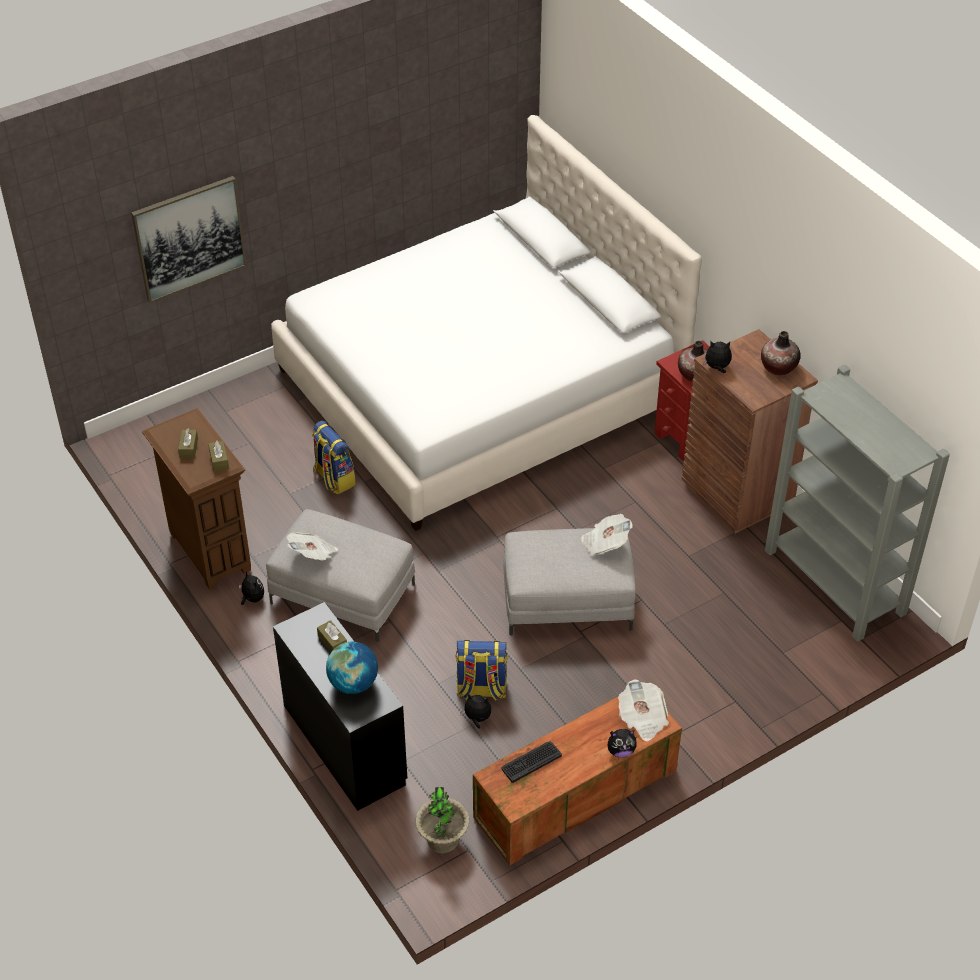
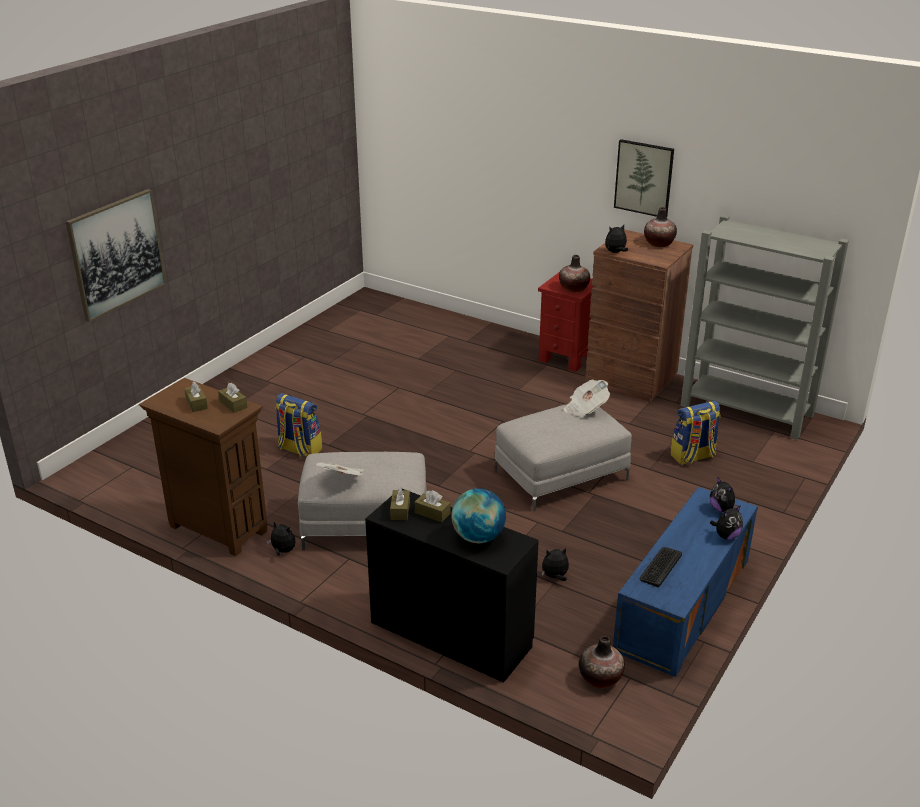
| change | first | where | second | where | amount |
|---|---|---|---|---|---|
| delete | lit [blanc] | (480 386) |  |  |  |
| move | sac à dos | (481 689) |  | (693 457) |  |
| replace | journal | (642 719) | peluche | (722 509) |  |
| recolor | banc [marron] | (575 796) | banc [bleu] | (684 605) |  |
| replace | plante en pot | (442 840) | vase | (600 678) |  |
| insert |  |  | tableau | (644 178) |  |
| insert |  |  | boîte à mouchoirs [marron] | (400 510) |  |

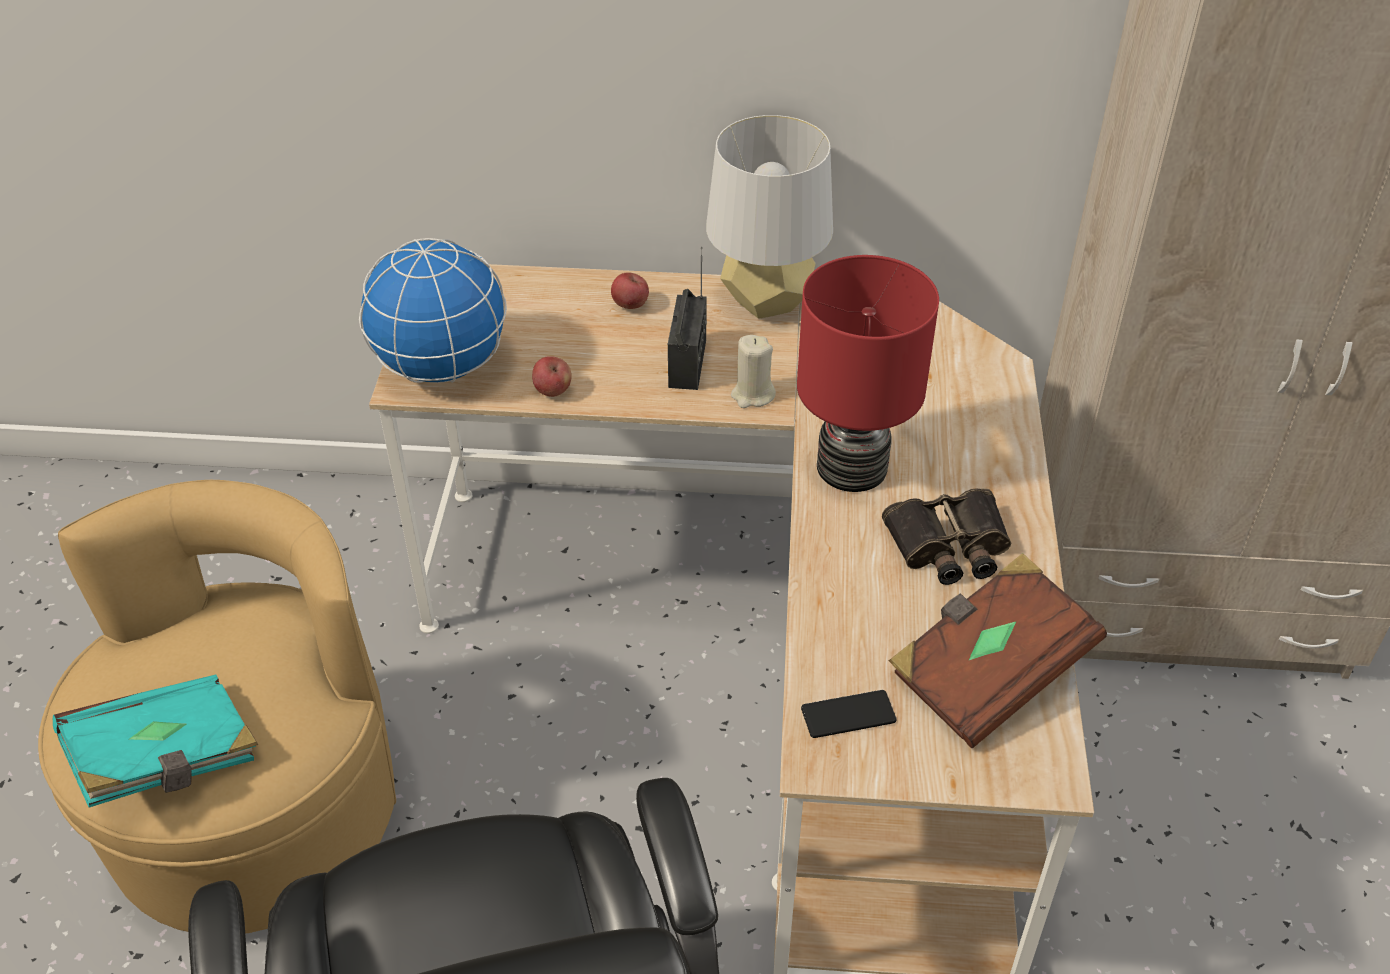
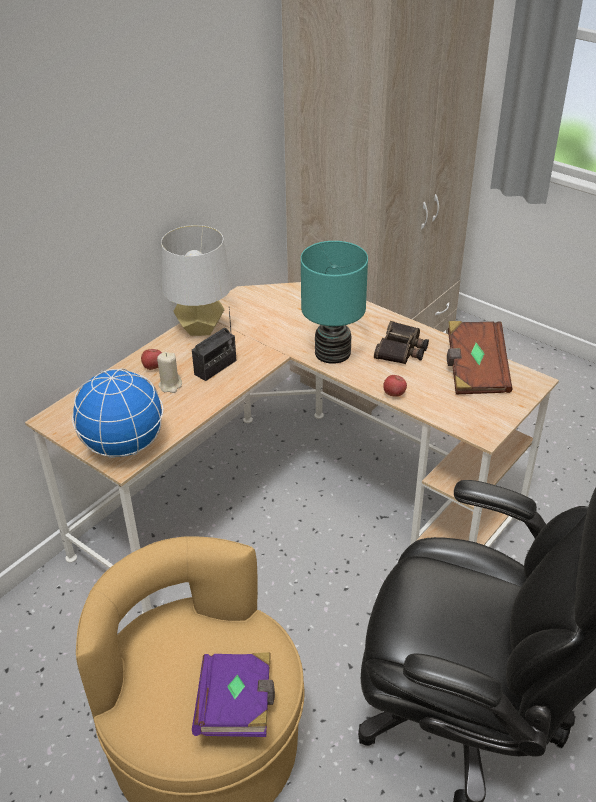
| change | first | where | second | where | amount |
|---|---|---|---|---|---|
| rotate | radio | (688 363) |  | (215 367) | 90 degrees clockwise |
| recolor | lampe de table [rouge] | (851 467) | lampe de table [turquoise] | (332 353) |  |
| move | bougie [beige] | (752 395) |  | (170 385) |  |
| move | pomme | (552 391) |  | (394 394) |  |
| recolor | livre [turquoise] | (166 761) | livre [violet] | (237 706) |  |
| delete | téléphone | (848 715) |  |  |  |

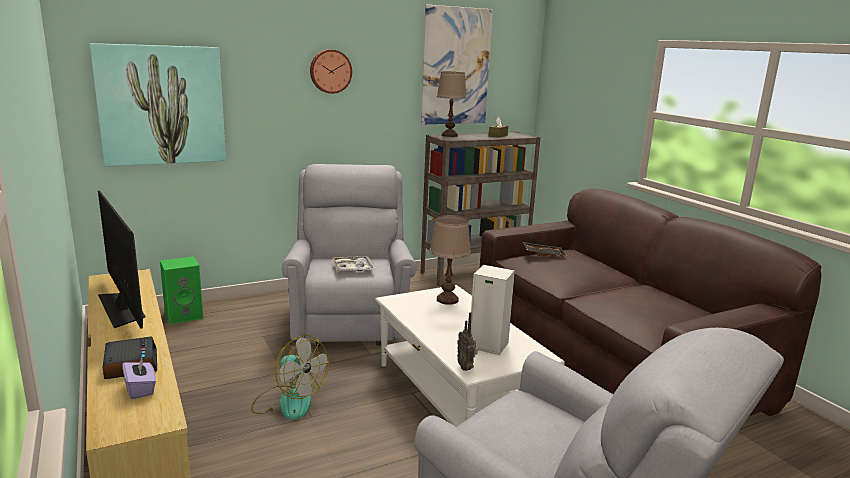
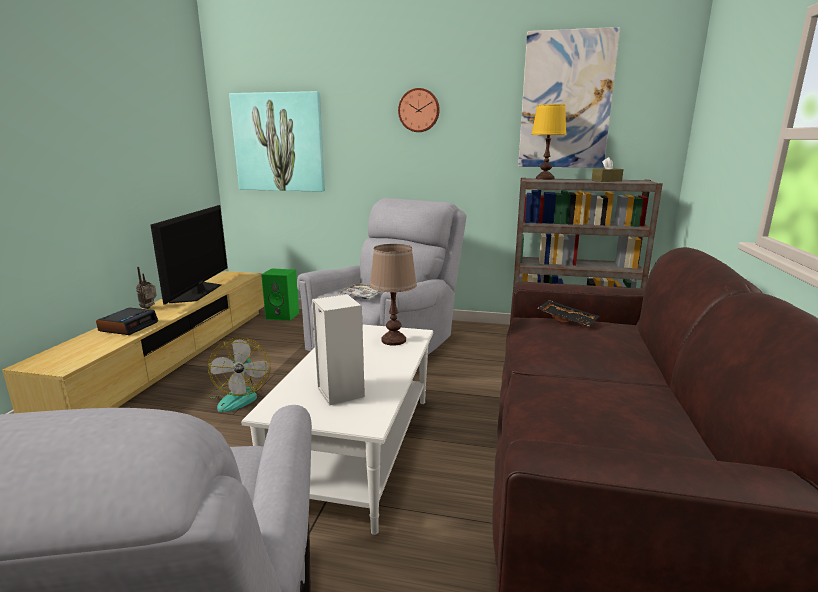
| change | first | where | second | where | amount |
|---|---|---|---|---|---|
| recolor | lampe de table [marron] | (449 135) | lampe de table [jaune] | (545 179) |  |
| move | radio | (466 367) |  | (150 308) |  |
| delete | boîte à mouchoirs [violet] | (141 389) |  |  |  |

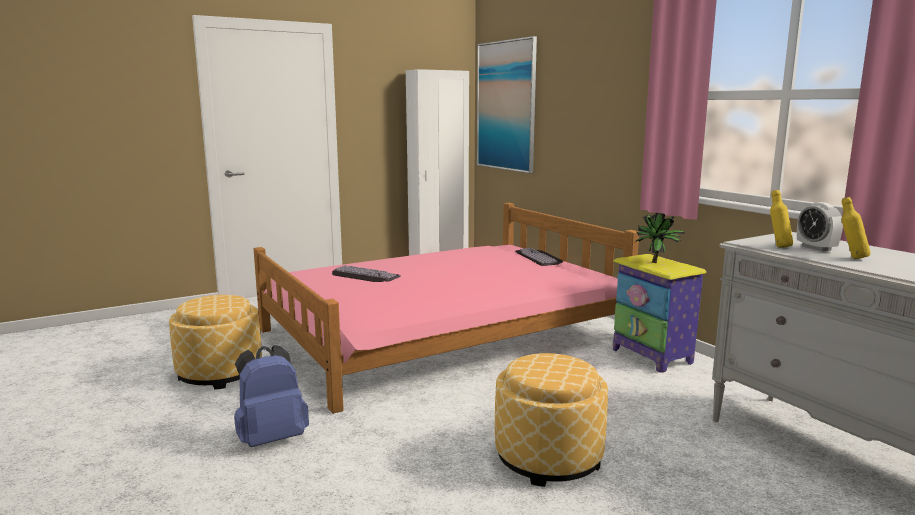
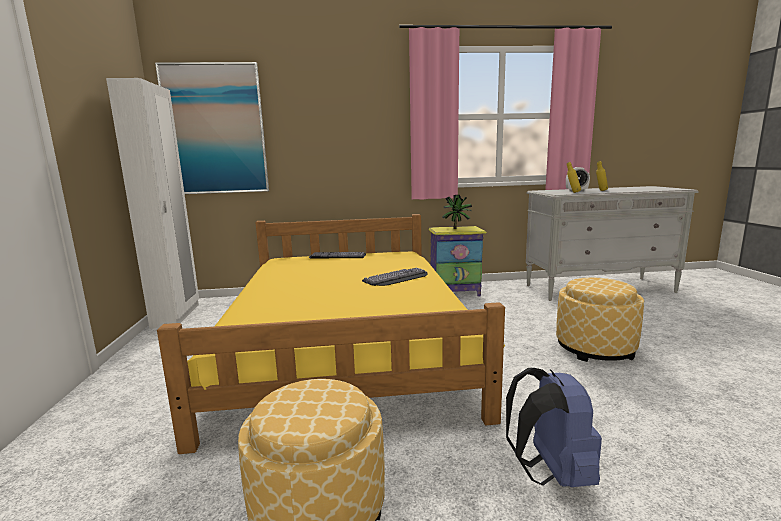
| change | first | where | second | where | amount |
|---|---|---|---|---|---|
| recolor | lit [rose] | (442 334) | lit [jaune] | (345 342) |  |
| move | clavier | (362 275) |  | (397 278) |  |

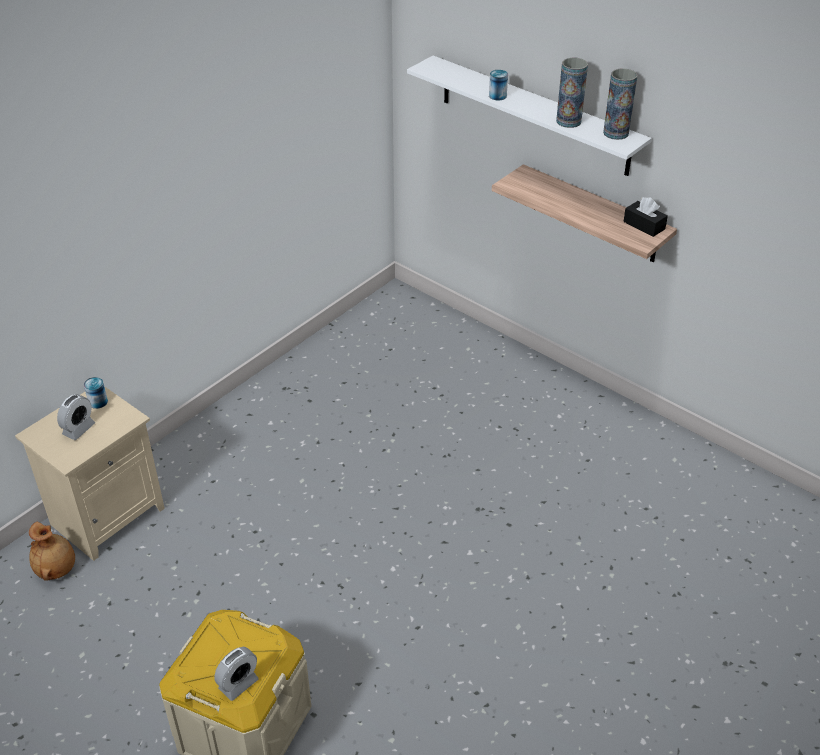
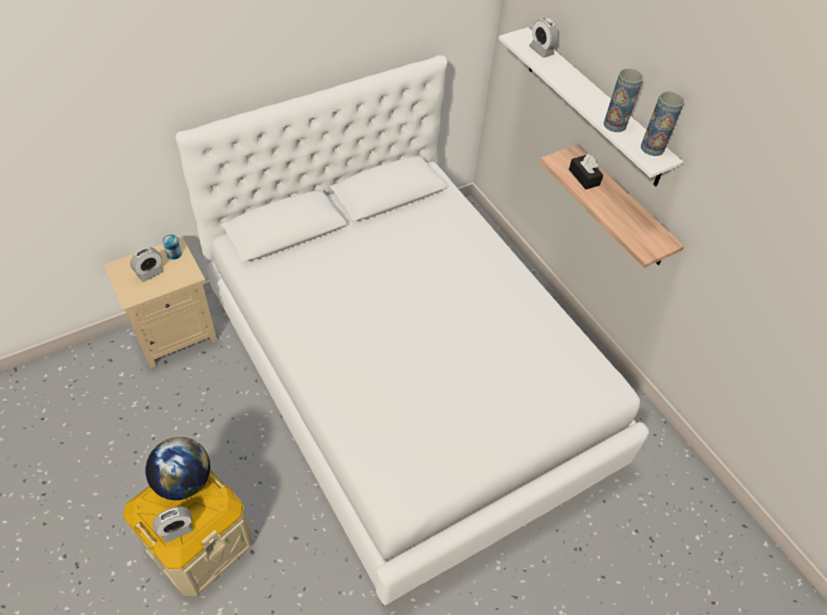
| change | first | where | second | where | amount |
|---|---|---|---|---|---|
| delete | boîte métallique | (497 96) |  |  |  |
| move | boîte à mouchoirs [noir] | (644 225) |  | (584 177) |  |
| delete | vase [marron] | (57 569) |  |  |  |
| insert |  |  | réveil | (541 50) |  |
| insert |  |  | lit [blanc] | (406 376) |  |
| insert |  |  | globe | (183 481) |  |

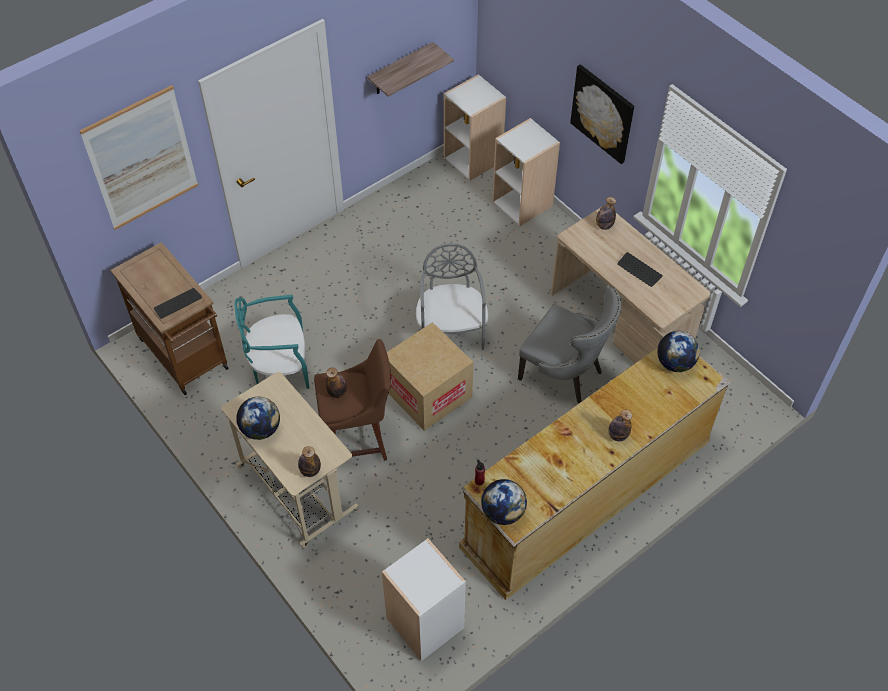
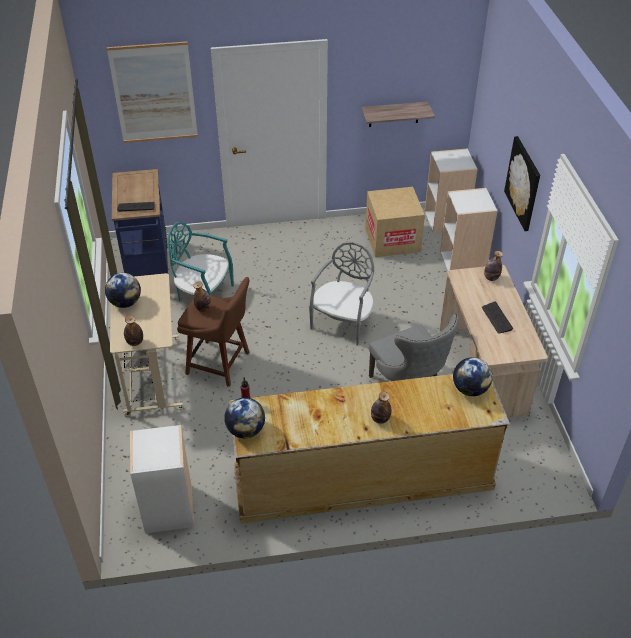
| change | first | where | second | where | amount |
|---|---|---|---|---|---|
| recolor | chariot [marron] | (185 356) | chariot [bleu] | (147 264) |  |
| move | carton | (428 393) |  | (392 240) |  |

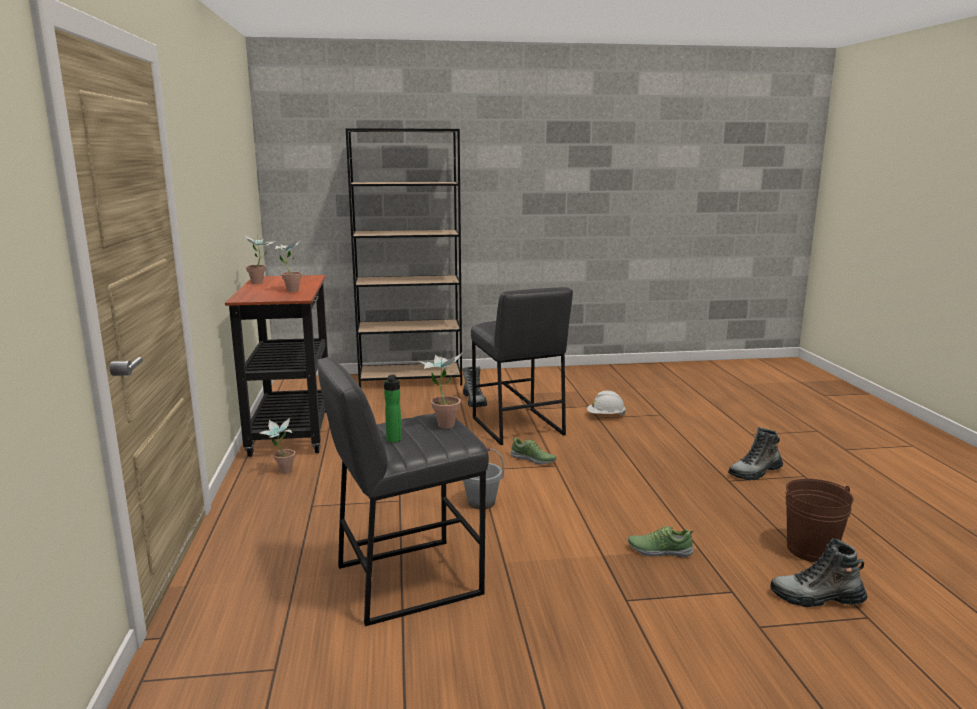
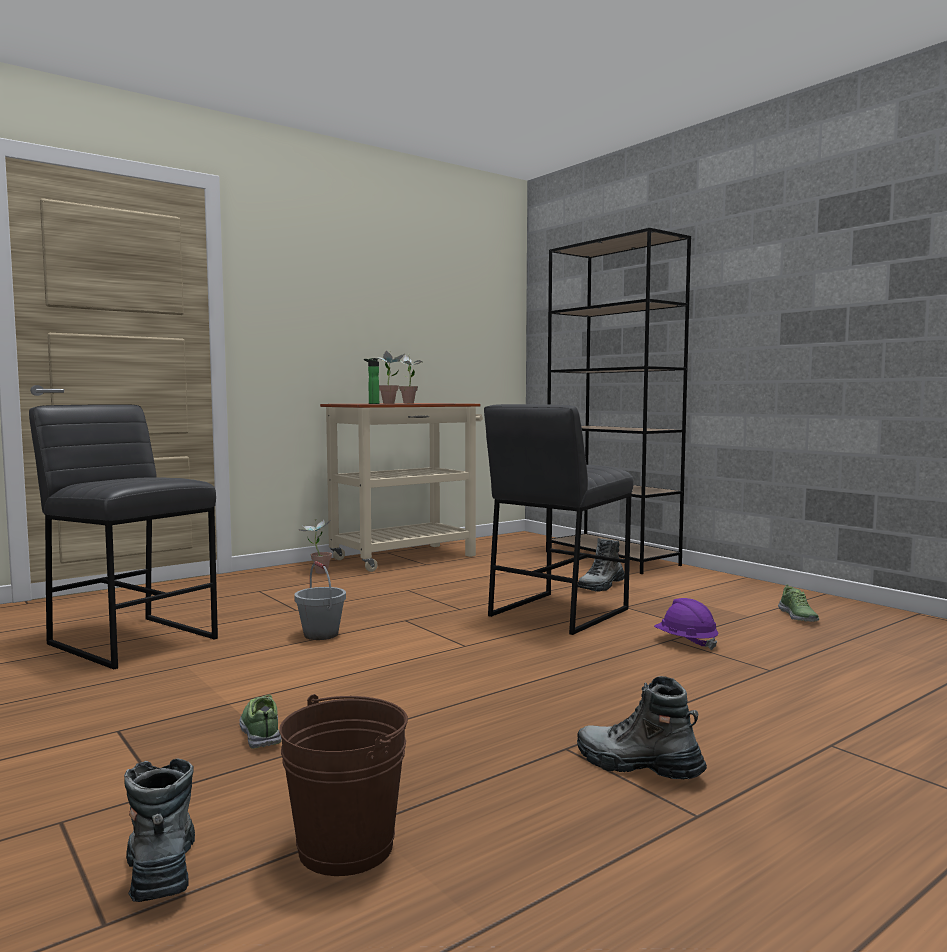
| change | first | where | second | where | amount |
|---|---|---|---|---|---|
| recolor | chariot [noir] | (292 432) | chariot [beige] | (406 557) |  |
| delete | plante en pot | (443 423) |  |  |  |
| move | bouteille | (393 440) |  | (372 403) |  |
| recolor | casque de chantier [blanc] | (605 416) | casque de chantier [violet] | (685 642) |  |
| move | chaussure | (533 460) |  | (798 616) |  |

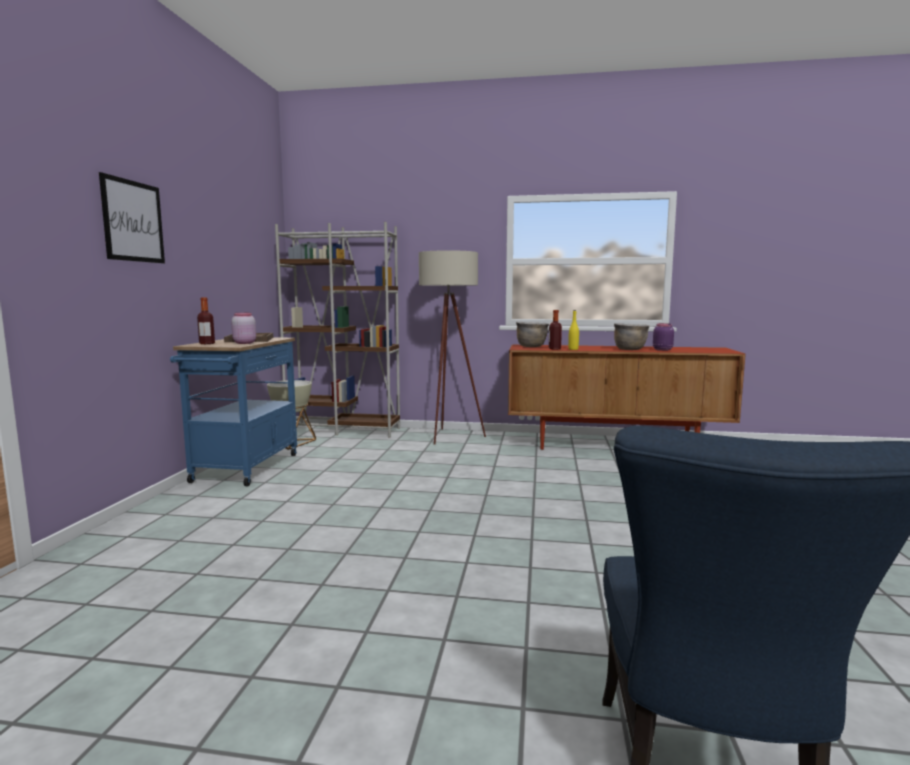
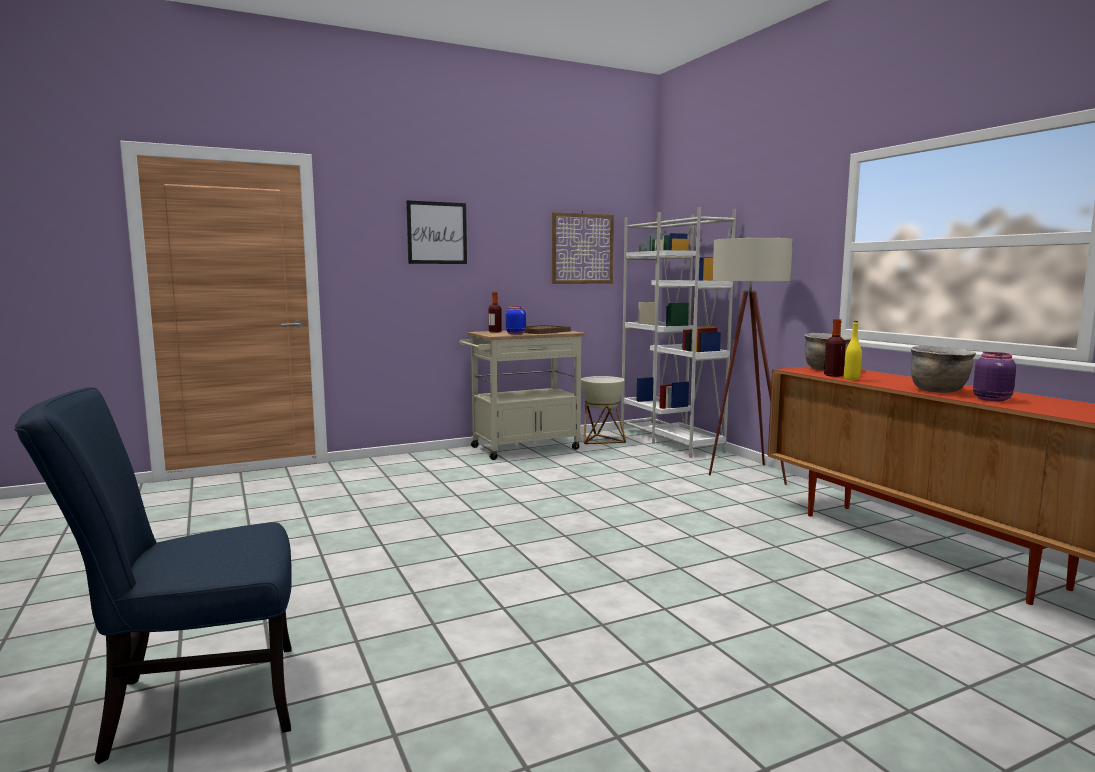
| change | first | where | second | where | amount |
|---|---|---|---|---|---|
| recolor | bibliothèque [marron] | (344 430) | bibliothèque [blanc] | (670 441) |  |
| recolor | bocal [rose] | (244 343) | bocal [bleu] | (515 334) |  |
| recolor | chariot [bleu] | (244 469) | chariot [beige] | (522 449) |  |
| insert |  |  | tableau | (582 247) |  |

